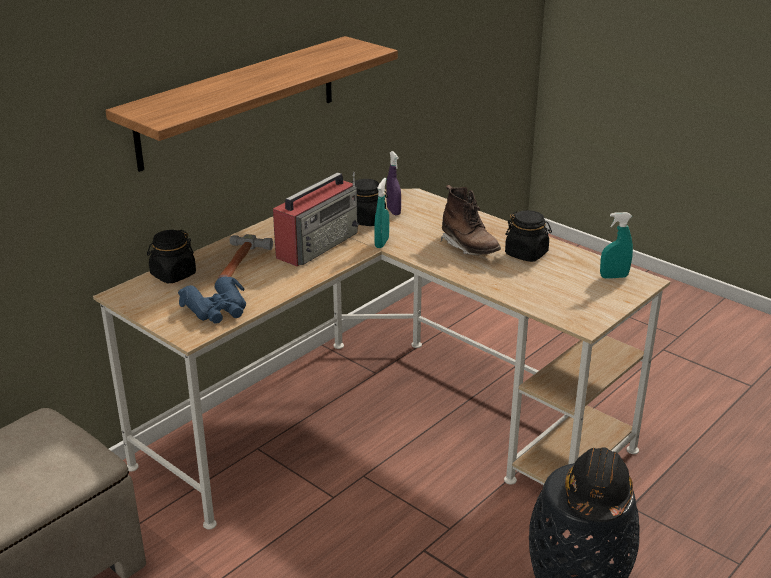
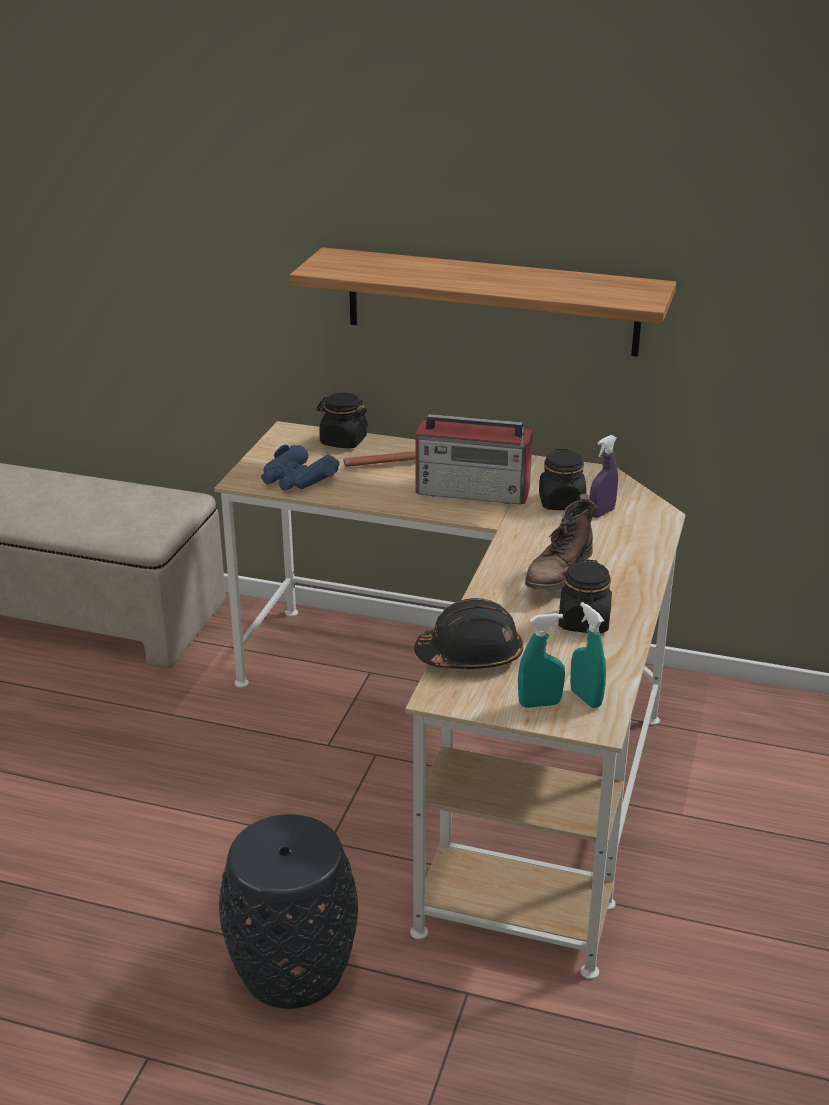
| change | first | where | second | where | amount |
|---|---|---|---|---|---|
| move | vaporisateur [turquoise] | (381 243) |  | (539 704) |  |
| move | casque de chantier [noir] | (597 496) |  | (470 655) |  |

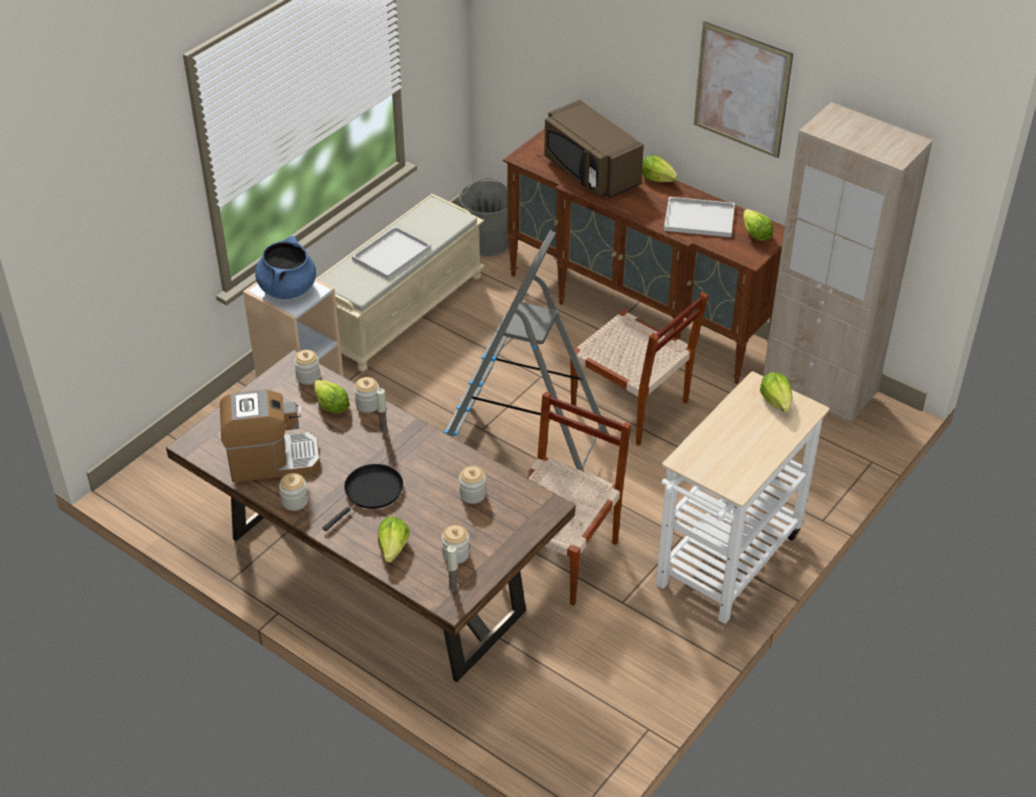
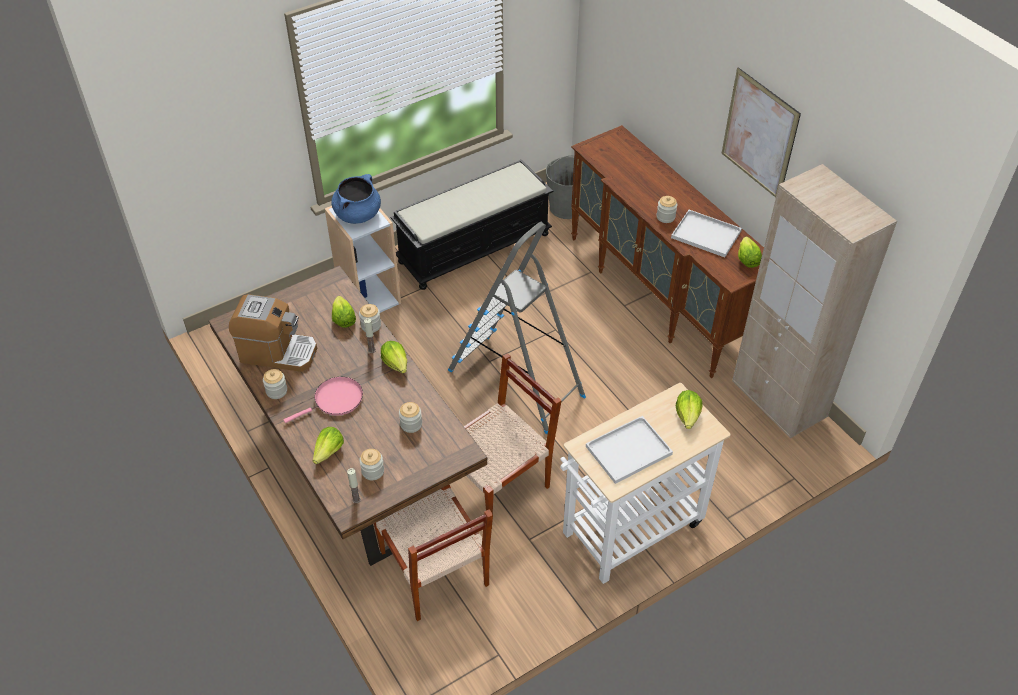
| change | first | where | second | where | amount |
|---|---|---|---|---|---|
| delete | micro-ondes [marron] | (590 172) |  |  |  |
| move | laitue | (658 179) |  | (396 363) |  |
| recolor | banc [beige] | (401 310) | banc [noir] | (474 247) |  |
| move | plateau [blanc] | (392 253) |  | (629 449) |  |
| move | chaise | (632 406) |  | (435 574) |  |
| move | bocal | (308 377) |  | (665 217) |  |
| recolor | poêle [noir] | (371 493) | poêle [rose] | (335 400) |  |

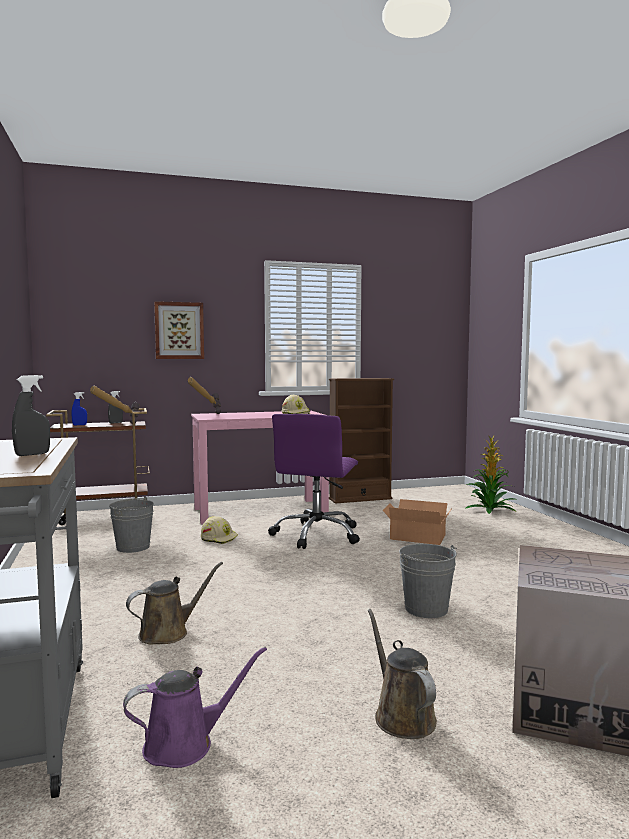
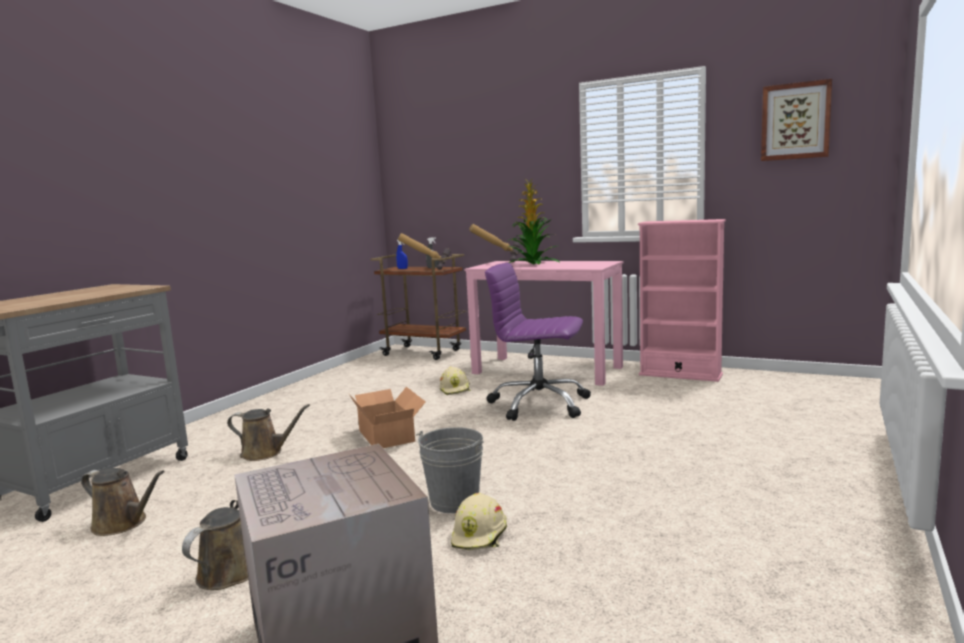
| change | first | where | second | where | amount |
|---|---|---|---|---|---|
| move | tableau | (179 330) |  | (795 121) |  |
| delete | vaporisateur [gris] | (32 454) |  |  |  |
| recolor | bibliothèque [marron] | (360 498) | bibliothèque [rose] | (680 375) |  |
| move | casque de chantier [beige] | (296 413) |  | (480 535) |  |
| rotate | chaise de bureau [violet] | (316 535) |  | (538 404) | 45 degrees clockwise |
| move | plante en pot | (490 510) |  | (532 264) |  |
| delete | seau [gris] | (133 547) |  |  |  |
| move | carton | (417 536) |  | (388 435) |  |
| recolor | arrosoir [violet] | (185 744) | arrosoir [marron] | (123 524) |  |

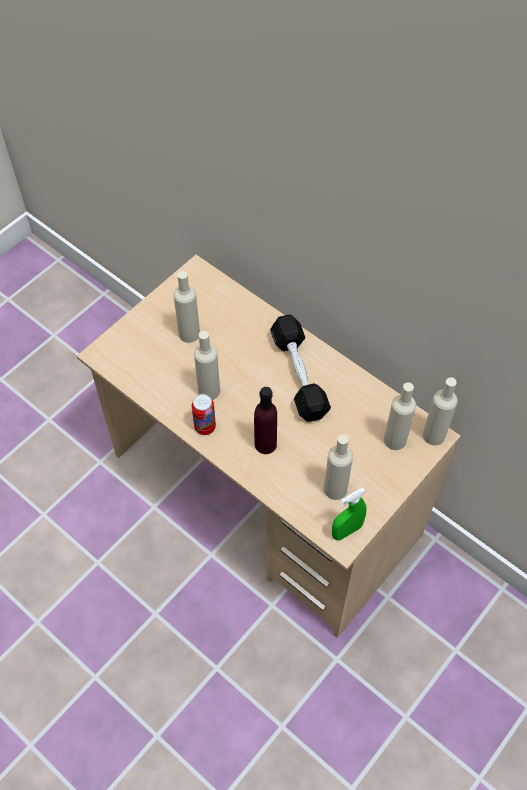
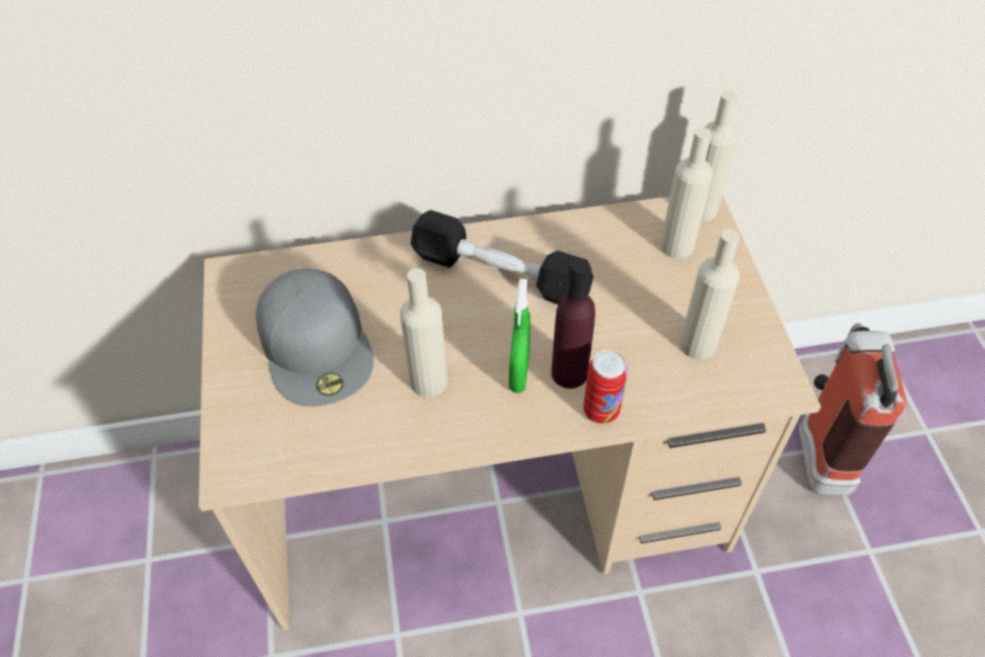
| change | first | where | second | where | amount |
|---|---|---|---|---|---|
| replace | bouteille [beige] | (189 334) | casquette [gris] | (317 345) |  |
| move | boîte métallique | (205 427) |  | (601 410) |  |
| move | vaporisateur [vert] | (346 531) |  | (519 374) |  |
| insert |  |  | extincteur | (820 446) |  |

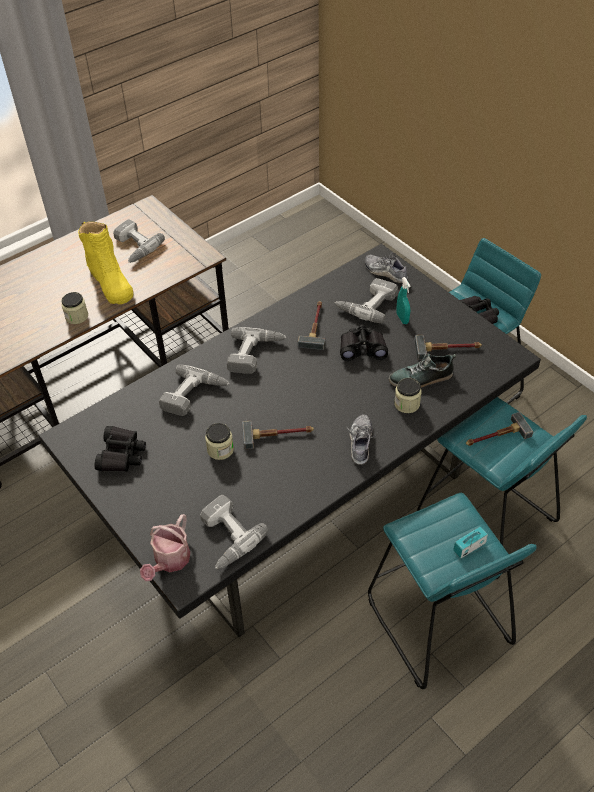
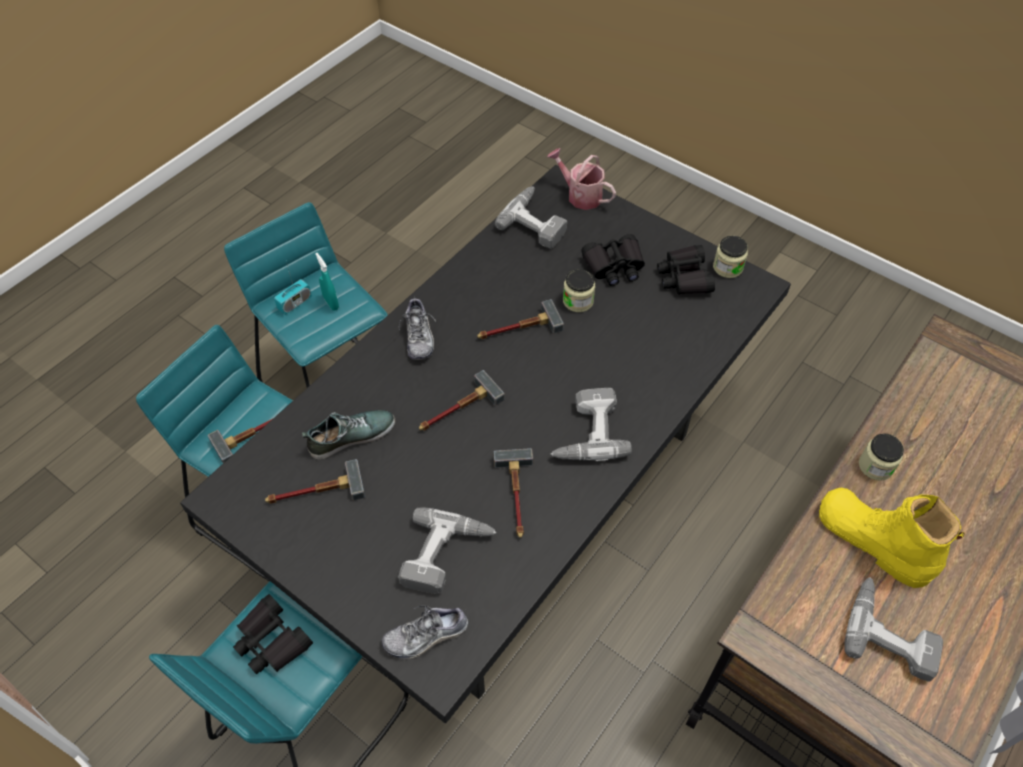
| change | first | where | second | where | amount |
|---|---|---|---|---|---|
| rotate | chaussure | (385 272) |  | (426 636) | 135 degrees clockwise |
| move | vaporisateur [turquoise] | (402 318) |  | (331 303) |  |
| move | jumelles [noir] | (362 348) |  | (614 266) |  |
| delete | perceuse | (194 396) |  |  |  |
| move | bocal | (407 404) |  | (727 267) |  |
| rotate | arrosoir | (170 561) |  | (580 195) | 60 degrees counterclockwise |
| insert |  |  | marteau | (457 409) |  |

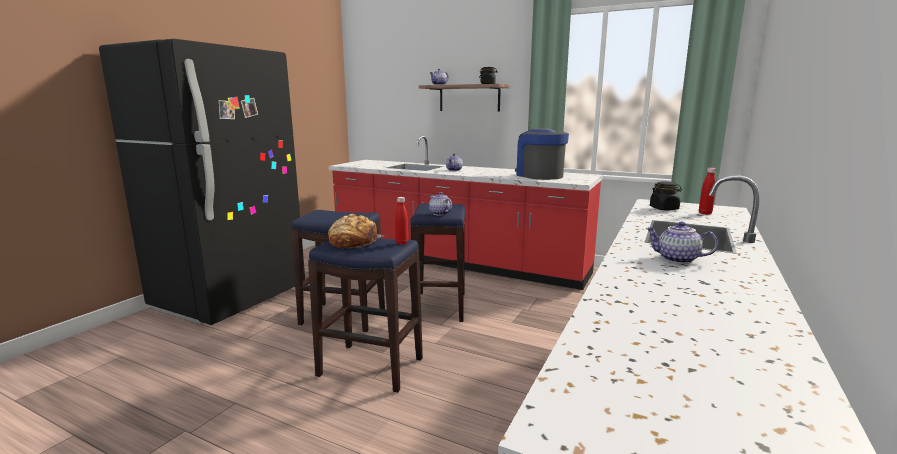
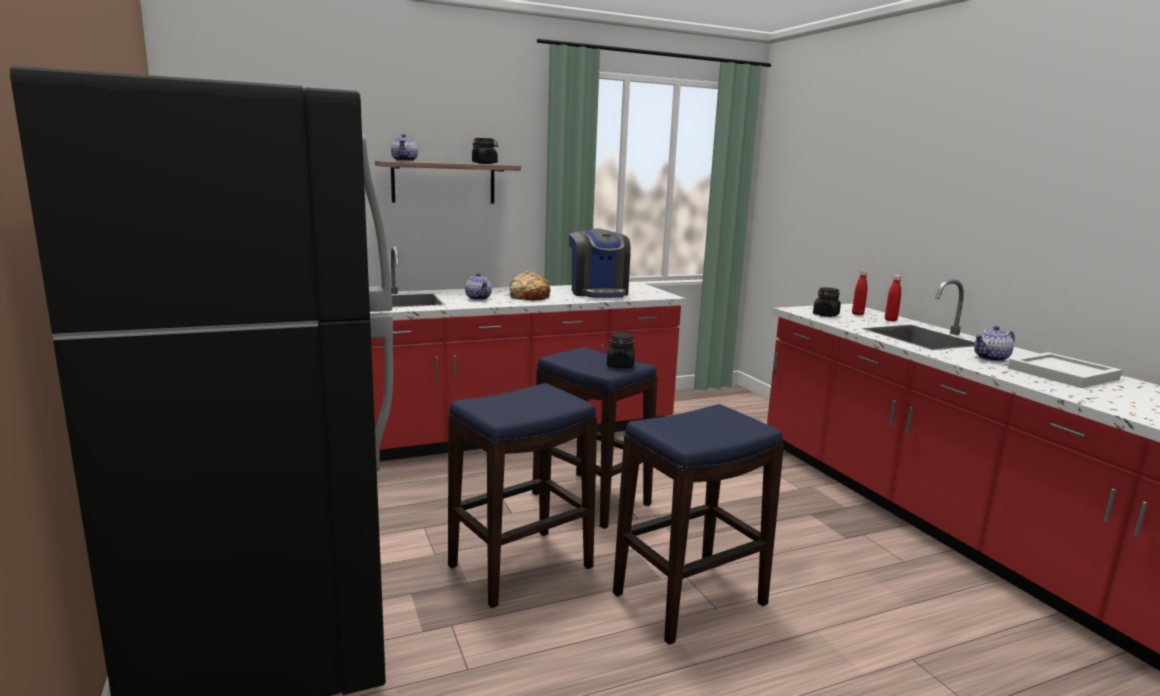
| change | first | where | second | where | amount |
|---|---|---|---|---|---|
| rotate | machine à café | (539 175) |  | (598 292) | 120 degrees counterclockwise |
| replace | théière | (439 214) | bocal [noir] | (620 365) |  |
| move | bouteille [rouge] | (402 243) |  | (890 320) |  |
| move | pain | (353 241) |  | (529 296) |  |
| insert |  |  | plateau [blanc] | (1060 373) |  |

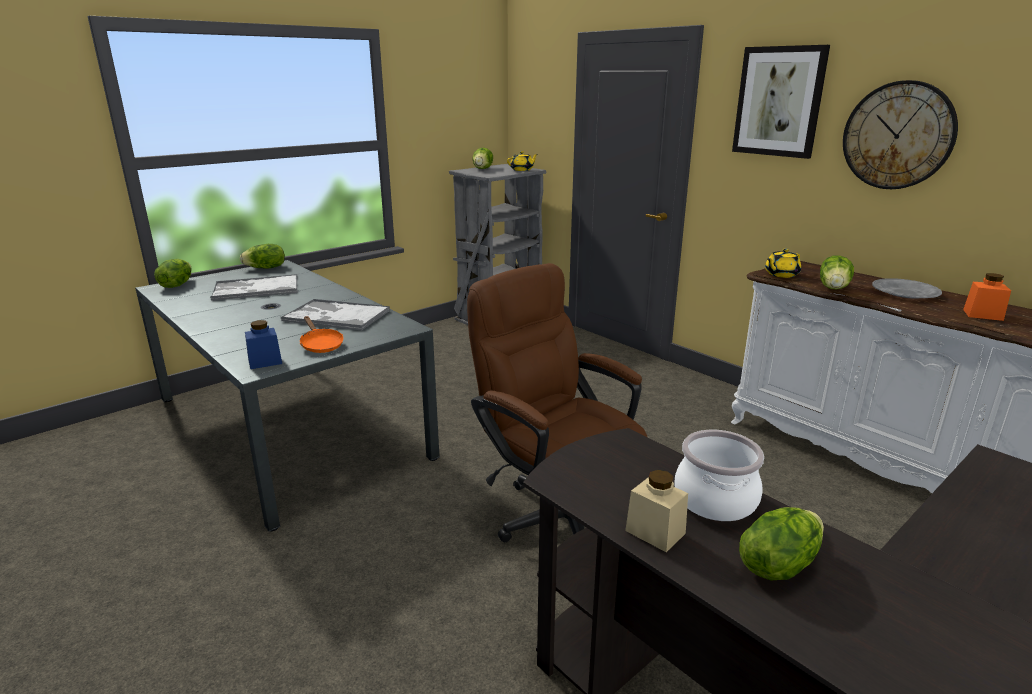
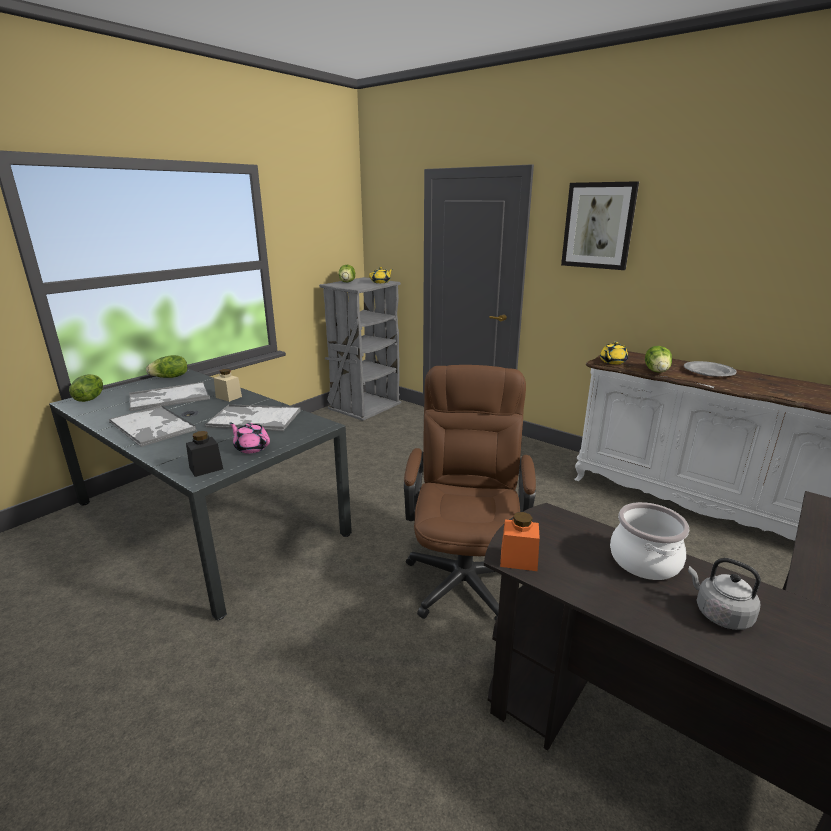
| change | first | where | second | where | amount |
|---|---|---|---|---|---|
| delete | horloge murale | (898 136) |  |  |  |
| rotate | chaise de bureau [marron] | (558 512) |  | (465 572) | 60 degrees clockwise |
| move | bocal [orange] | (983 315) |  | (518 559) |  |
| replace | poêle [orange] | (320 345) | théière [rose] | (251 448) |  |
| recolor | bocal [bleu] | (265 362) | bocal [noir] | (206 468) |  |
| move | bocal [beige] | (655 532) |  | (228 397) |  |
| replace | laitue | (777 564) | bouilloire [gris] | (719 614) |  |
| insert |  |  | plateau | (153 426) |  |

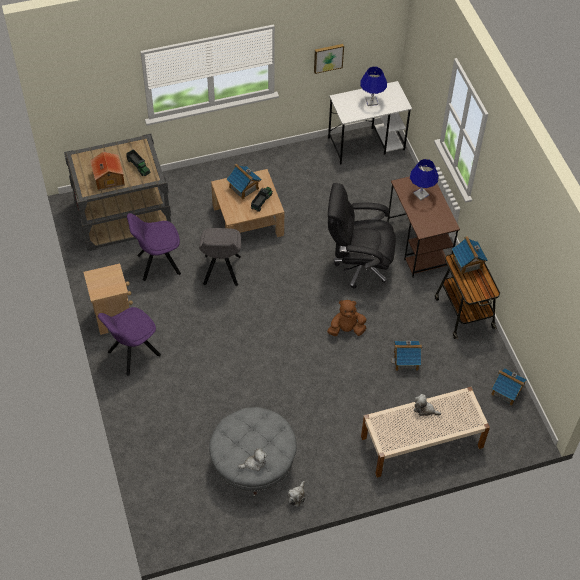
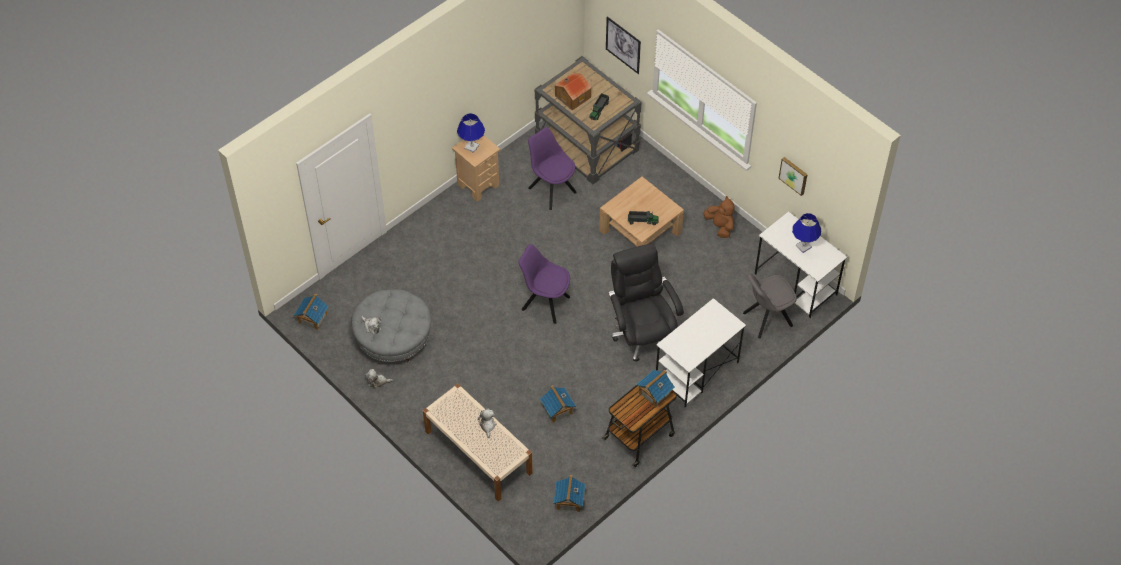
| change | first | where | second | where | amount |
|---|---|---|---|---|---|
| move | lampe de table [bleu] | (421 194) |  | (471 147) |  |
| move | maison miniature | (244 188) |  | (312 318) |  |
| recolor | bureau [marron] | (418 245) | bureau [blanc] | (696 372) |  |
| move | chaise [gris] | (221 270) |  | (767 319) |  |
| move | peluche [marron] | (346 329) |  | (720 226) |  |
| move | chaise [violet] | (133 353) |  | (545 303) |  |
| insert |  |  | tableau | (623 45) |  |

